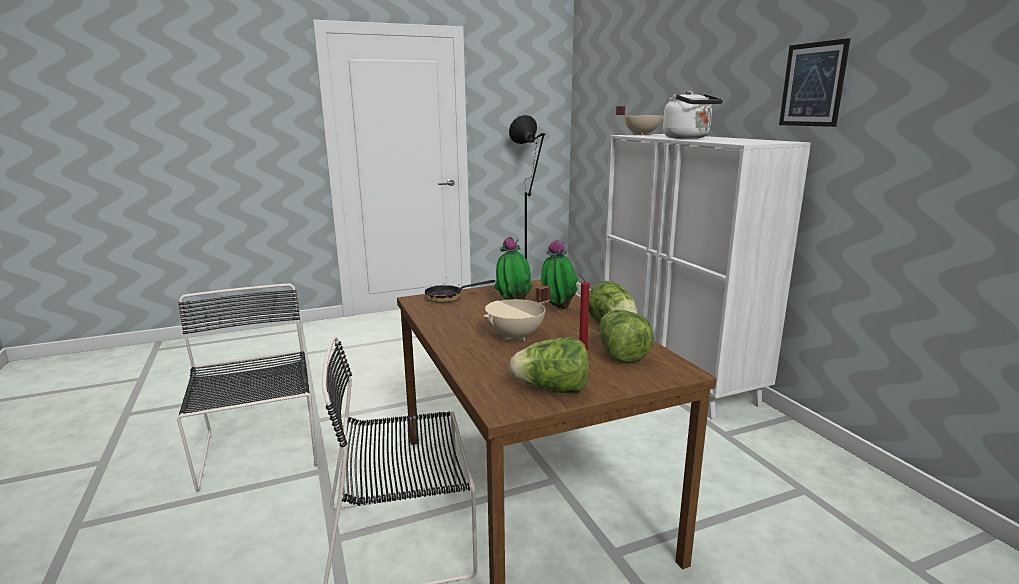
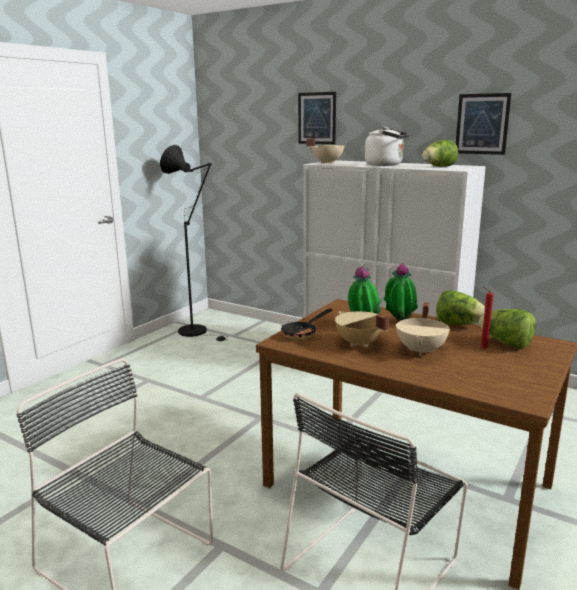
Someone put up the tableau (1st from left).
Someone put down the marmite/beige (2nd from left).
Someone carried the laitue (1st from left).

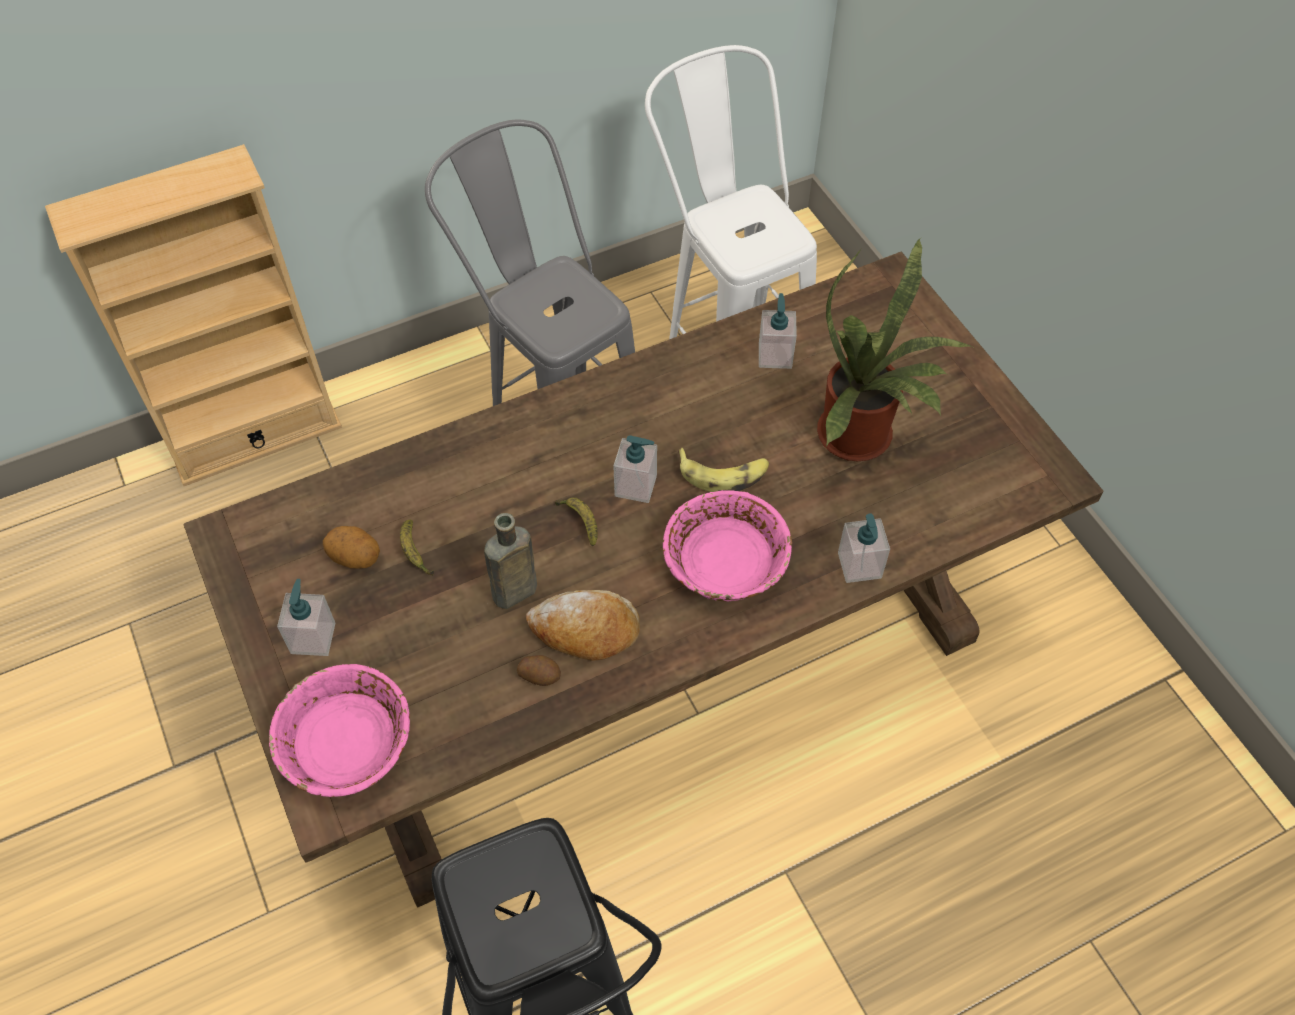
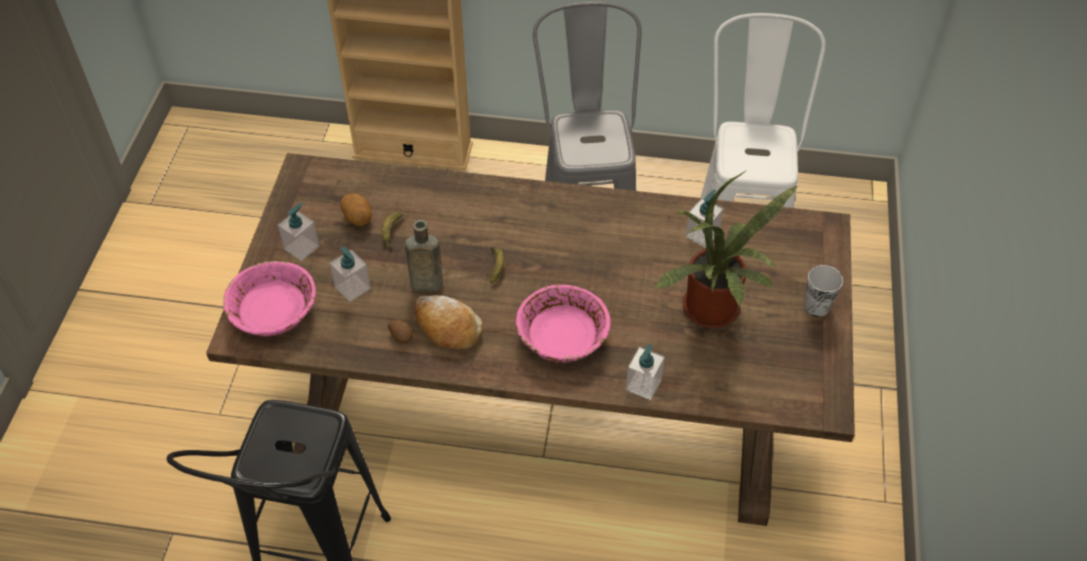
Someone took away the banane (3rd from left).
Someone put down the tasse.
Someone carried the distributeur de savon (2nd from left).

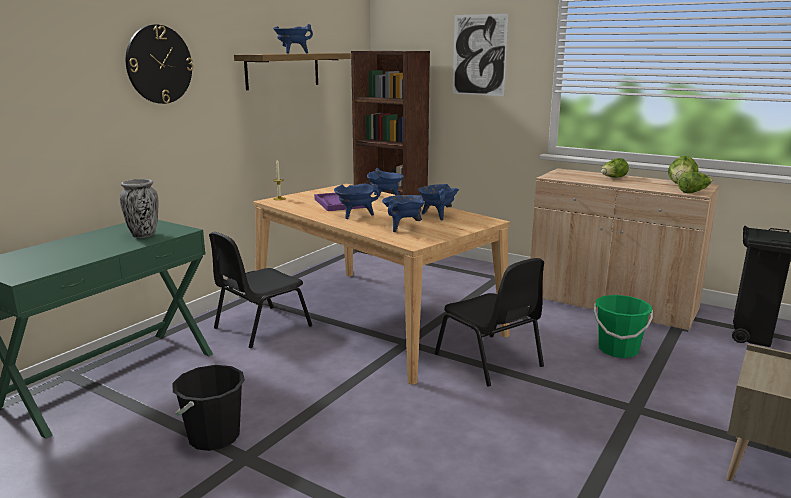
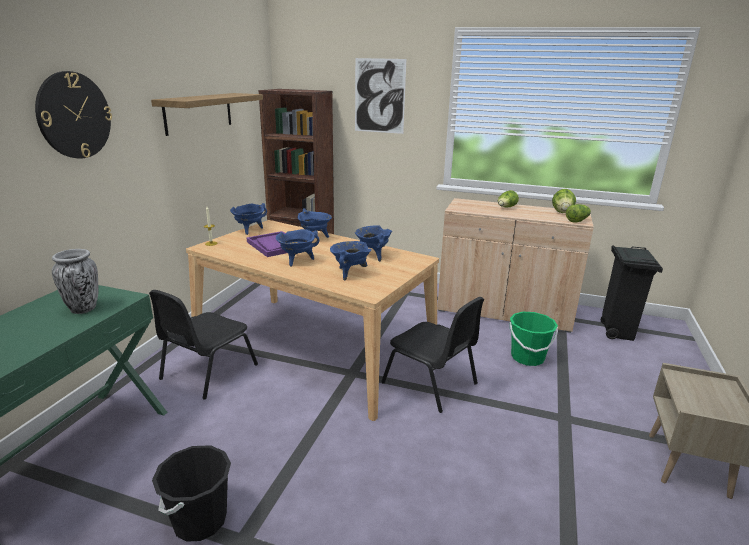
Someone carried the marmite/bleu (1st from left).

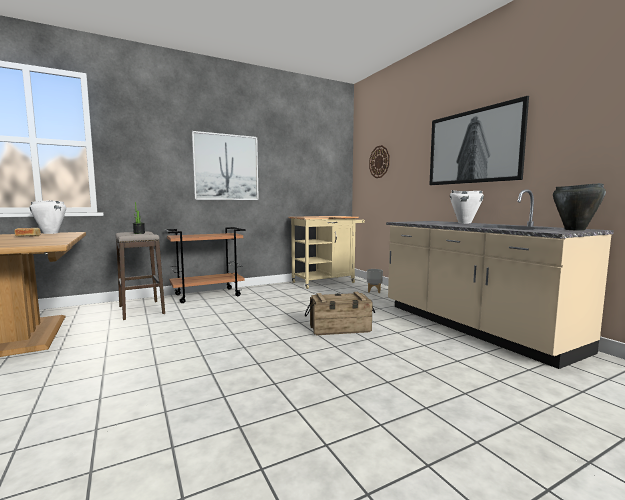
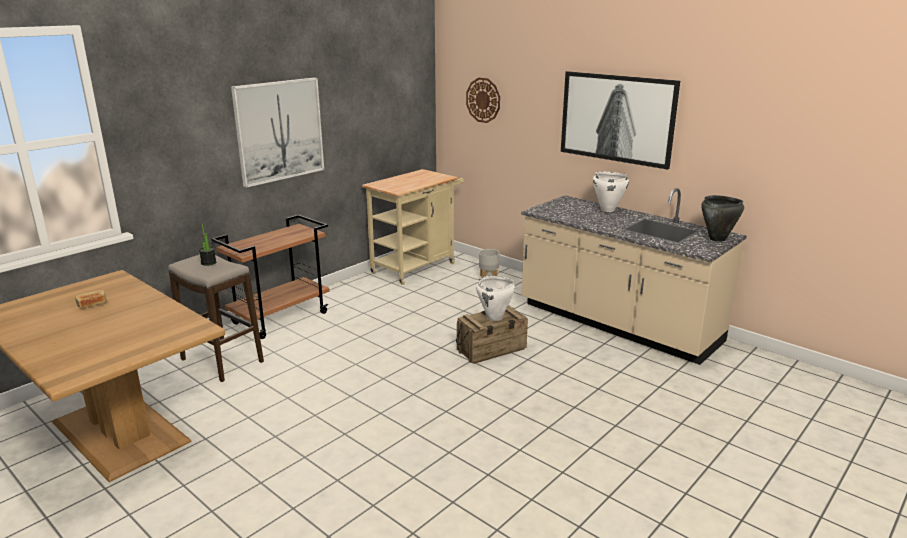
Someone carried the marmite/blanc (1st from left).

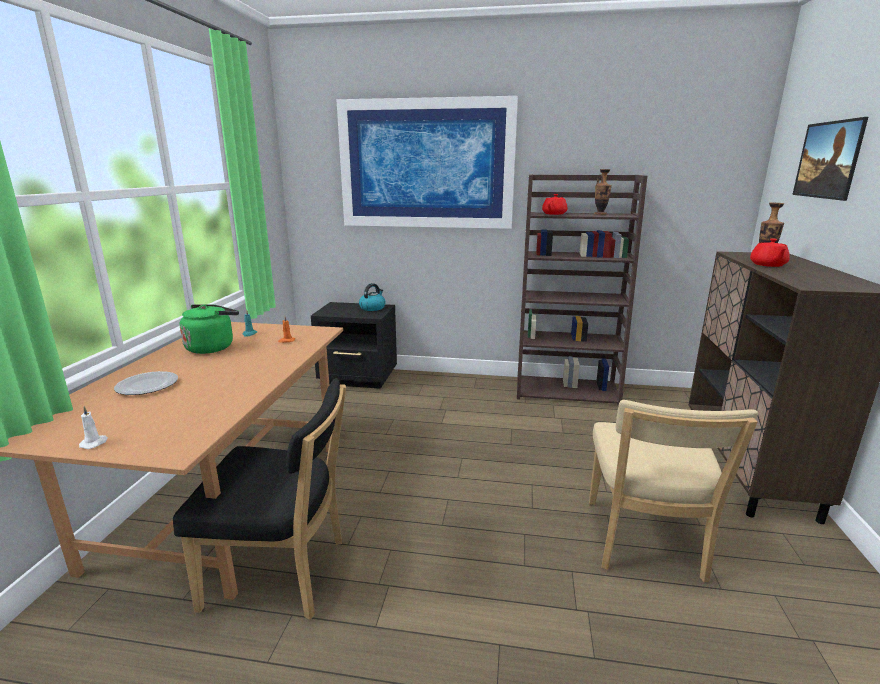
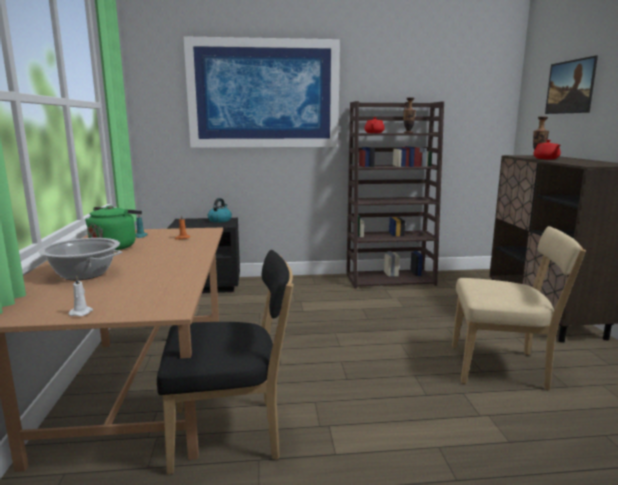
Someone swapped the assiette for the marmite.
Someone rotated the chaise/beige by 75 degrees counterclockwise.

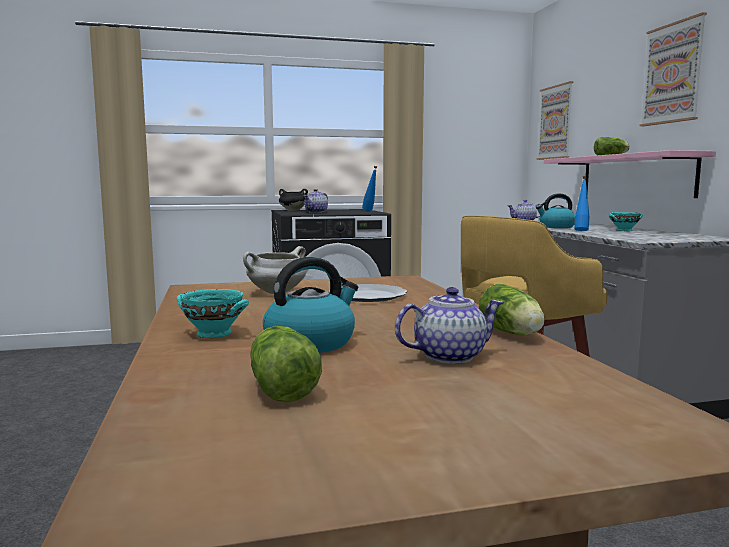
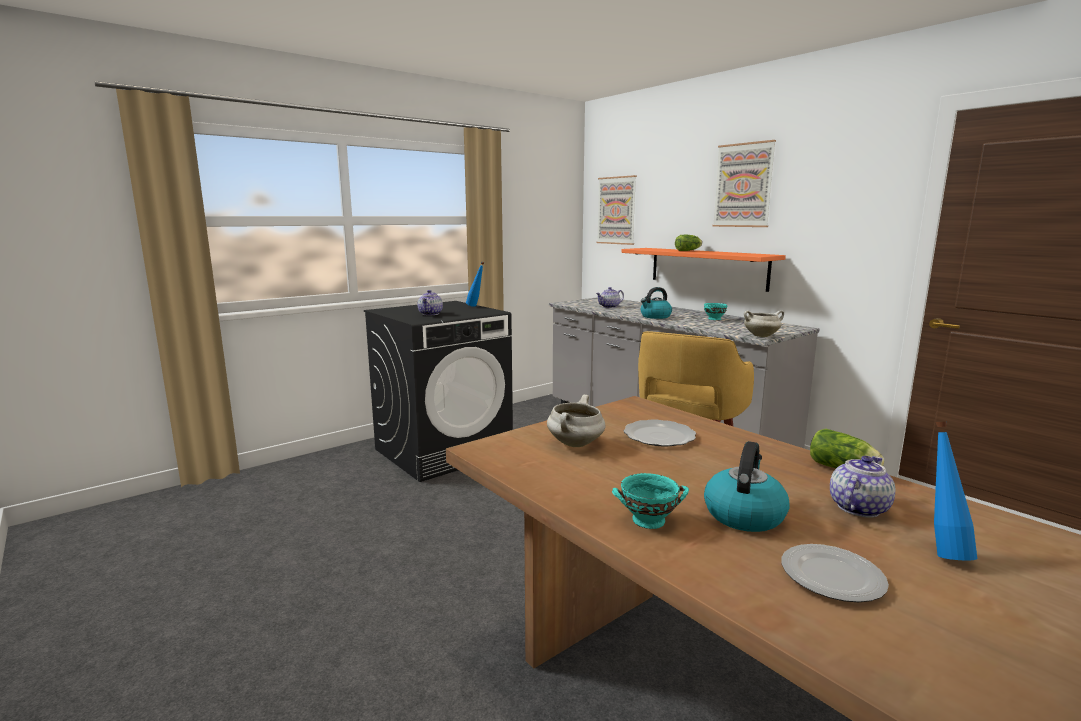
Someone took away the marmite/noir.
Someone put down the marmite/blanc (2nd from left).
Someone carried the bouteille/bleu (2nd from left).
Someone swapped the laitue (1st from left) for the assiette (2nd from left).
Someone repainted the étagère/rose, which became the étagère/orange.

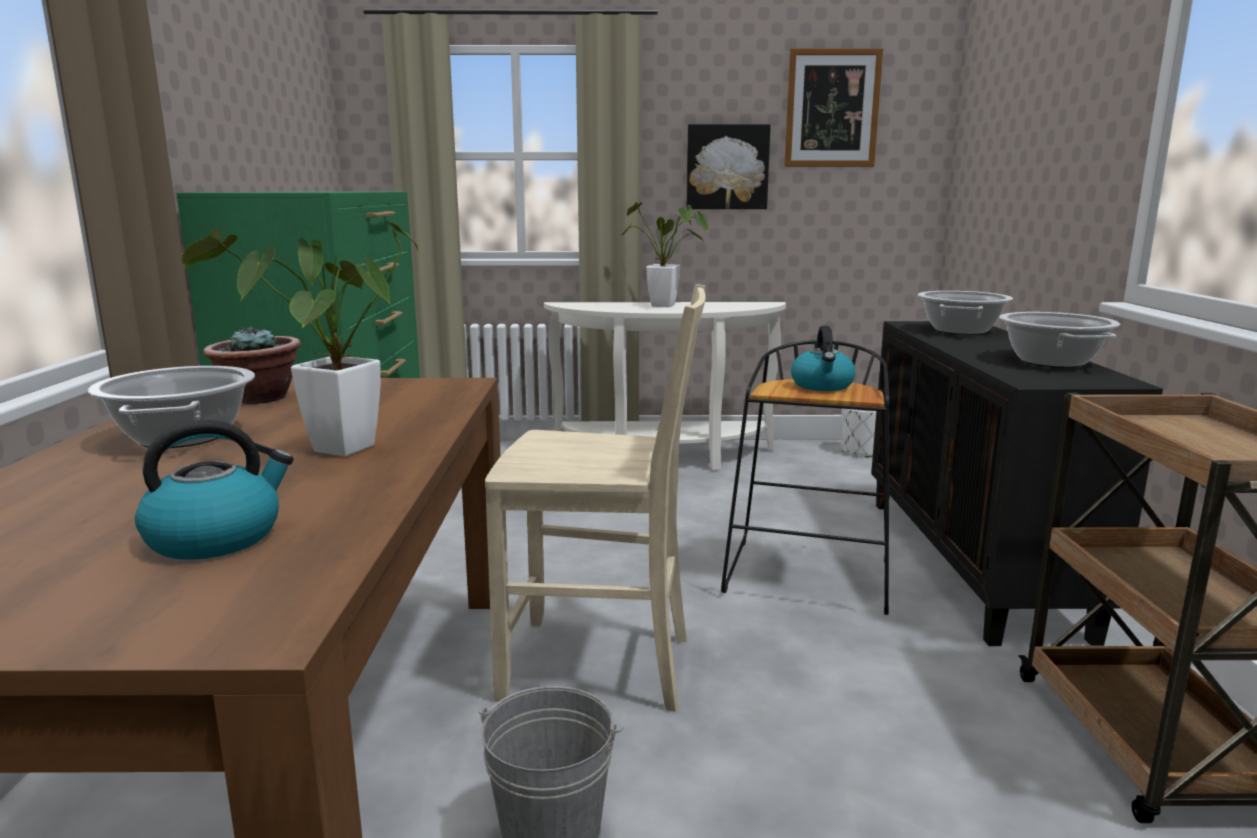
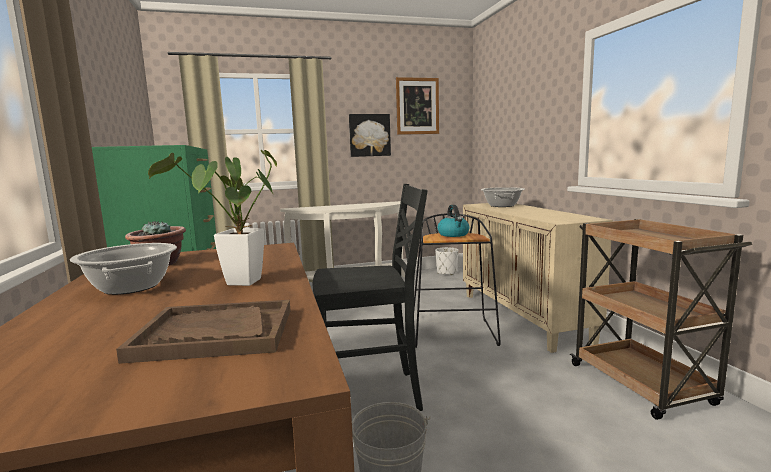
Someone took away the plante en pot (3rd from left).
Someone took away the marmite (3rd from left).
Someone swapped the bouilloire (1st from left) for the plateau/marron.
Someone repainted the chaise/beige, which became the chaise/noir.
Someone repainted the meuble de rangement/noir, which became the meuble de rangement/beige.

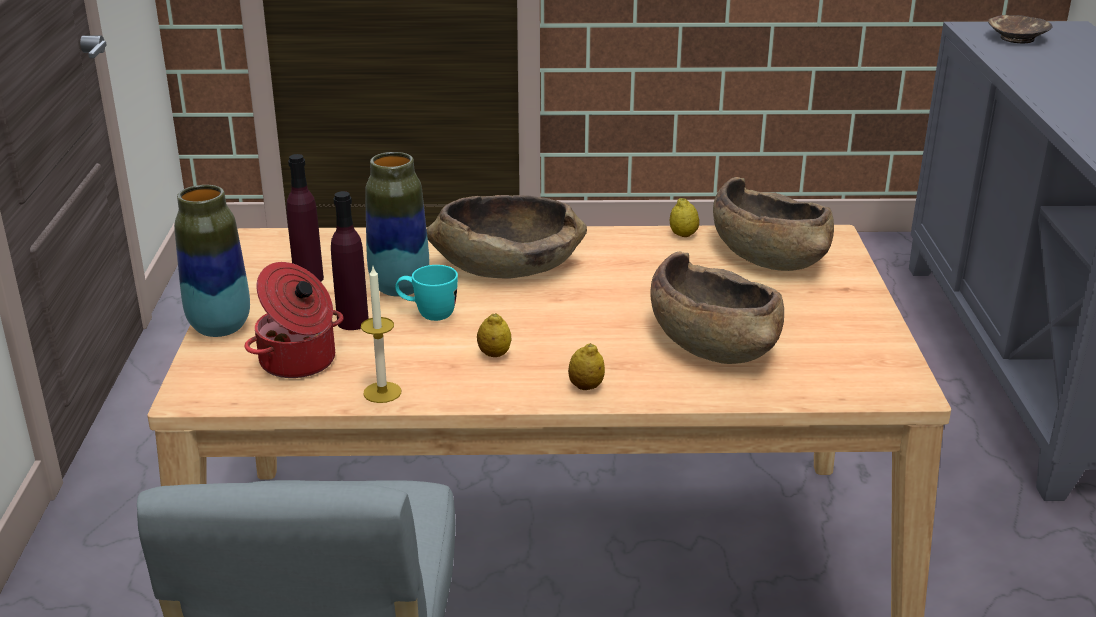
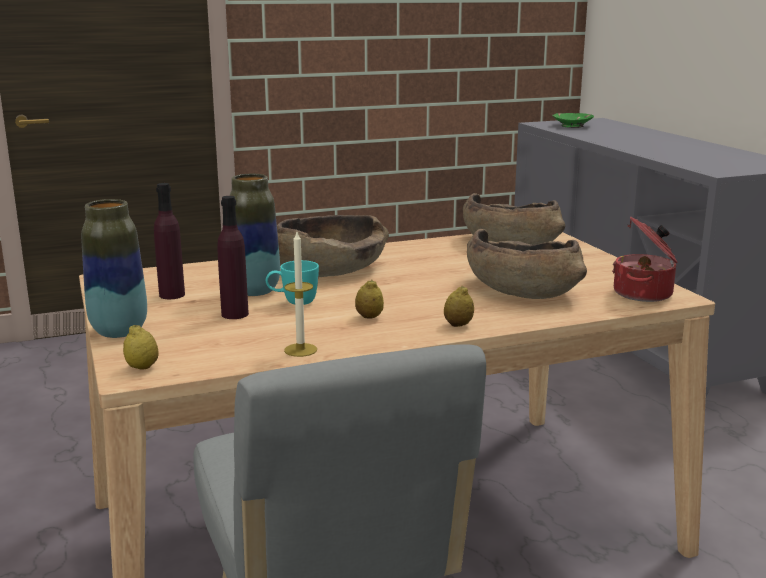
Someone carried the marmite.
Someone carried the citron (3rd from left in the first image).
Someone repainted the bol/marron (4th from left), which became the bol/vert.

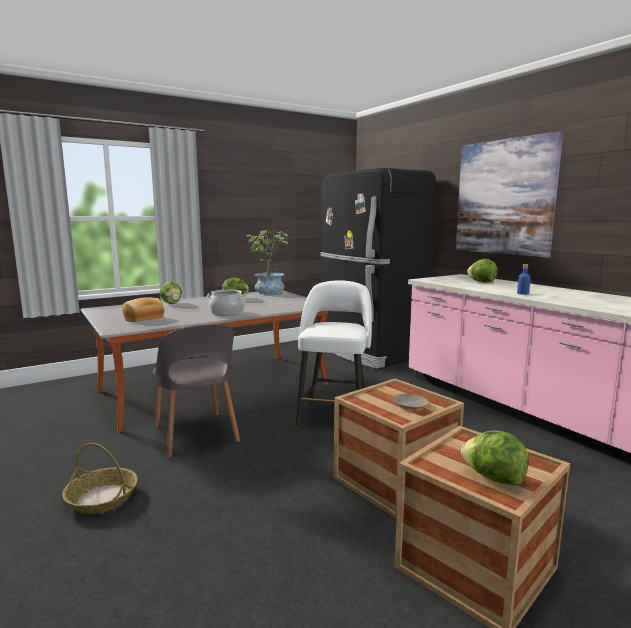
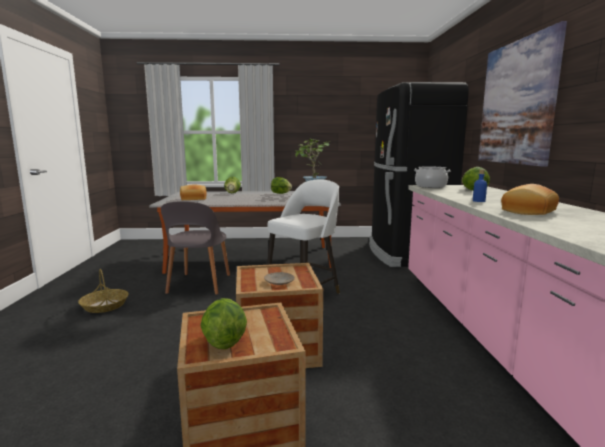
Someone put down the pain (2nd from left).
Someone carried the marmite.

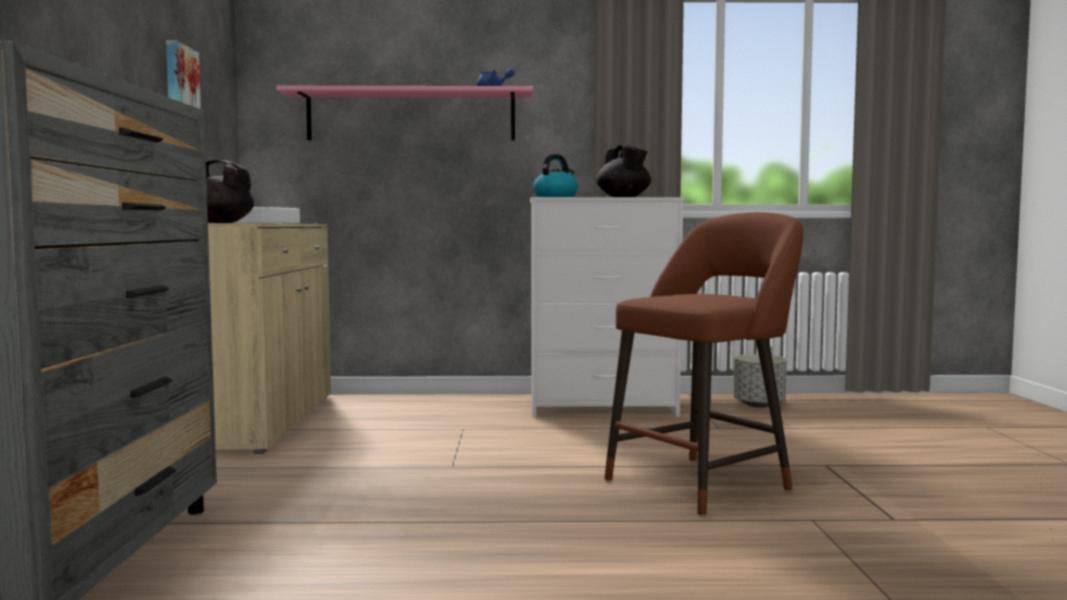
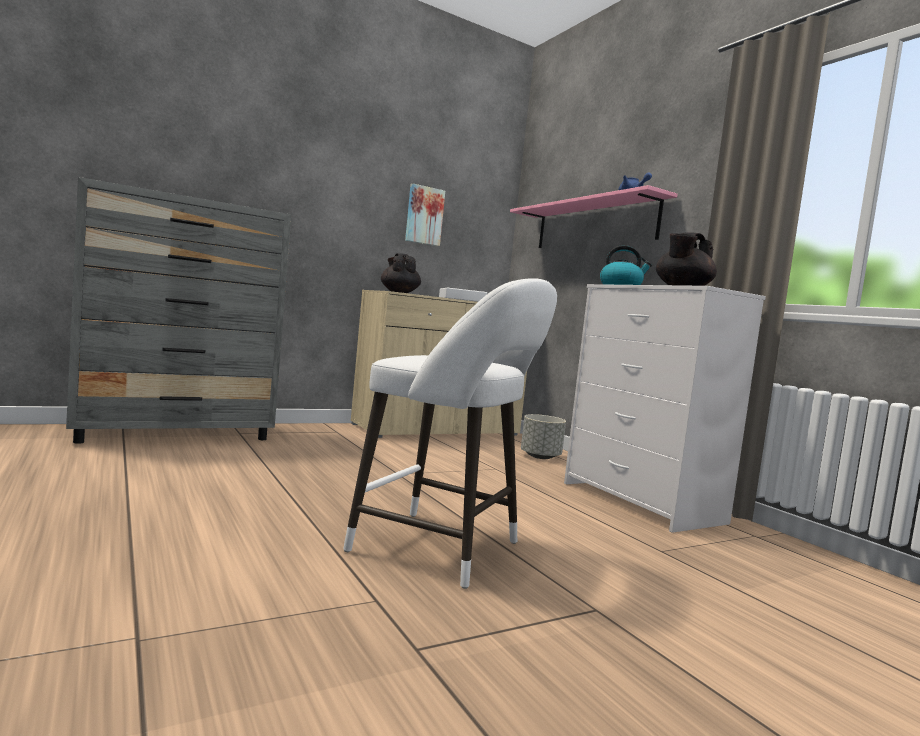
Someone carried the cache-pot/gris.
Someone repainted the tabouret/marron, which became the tabouret/blanc.

